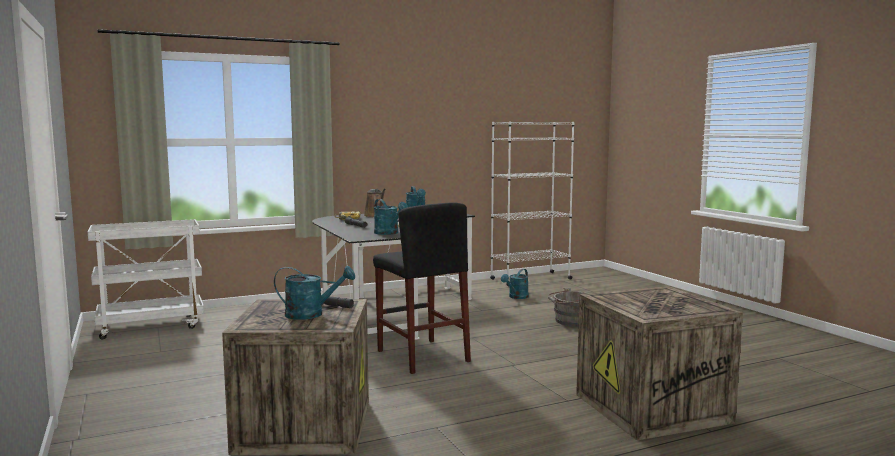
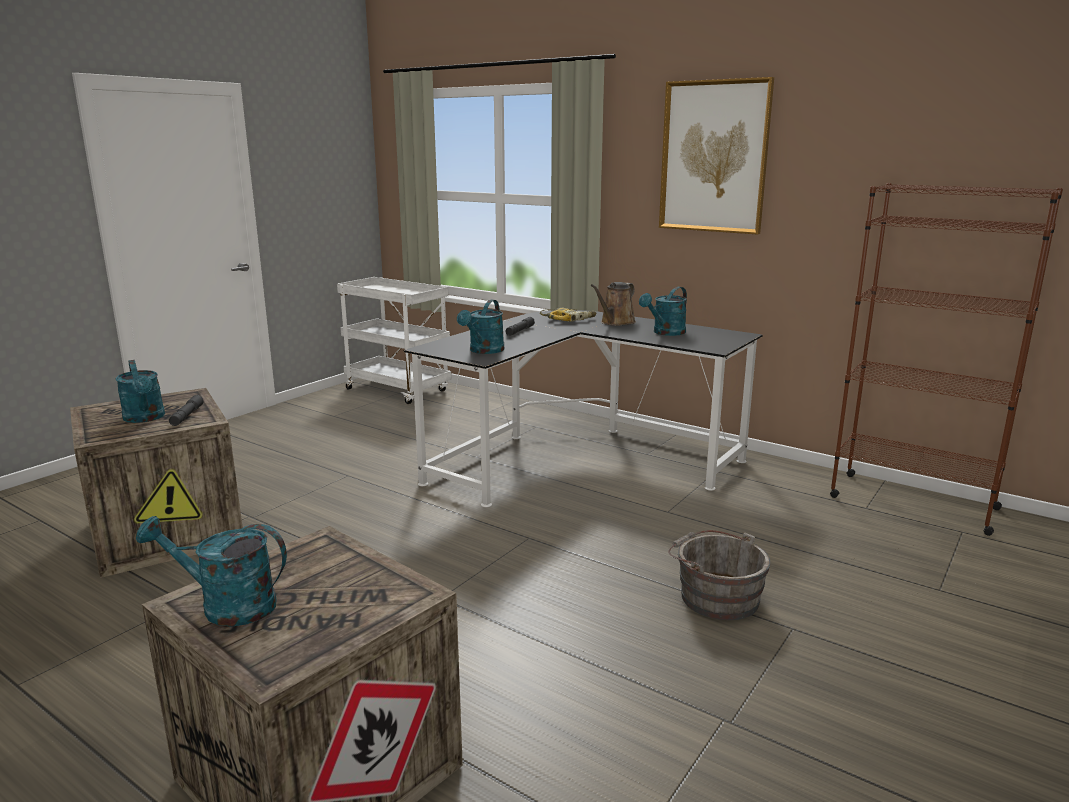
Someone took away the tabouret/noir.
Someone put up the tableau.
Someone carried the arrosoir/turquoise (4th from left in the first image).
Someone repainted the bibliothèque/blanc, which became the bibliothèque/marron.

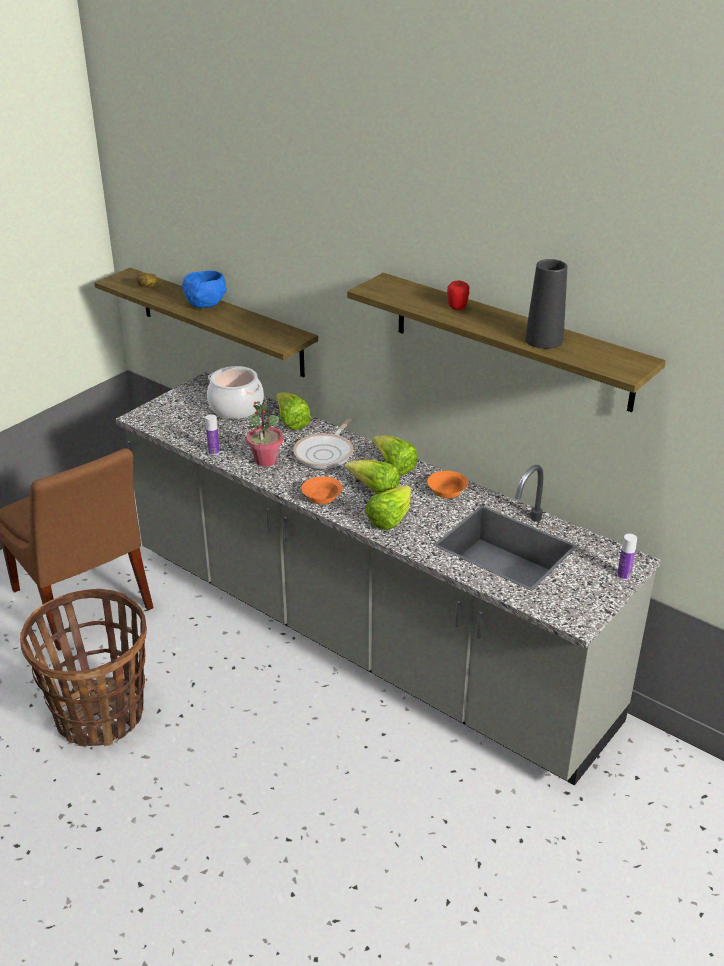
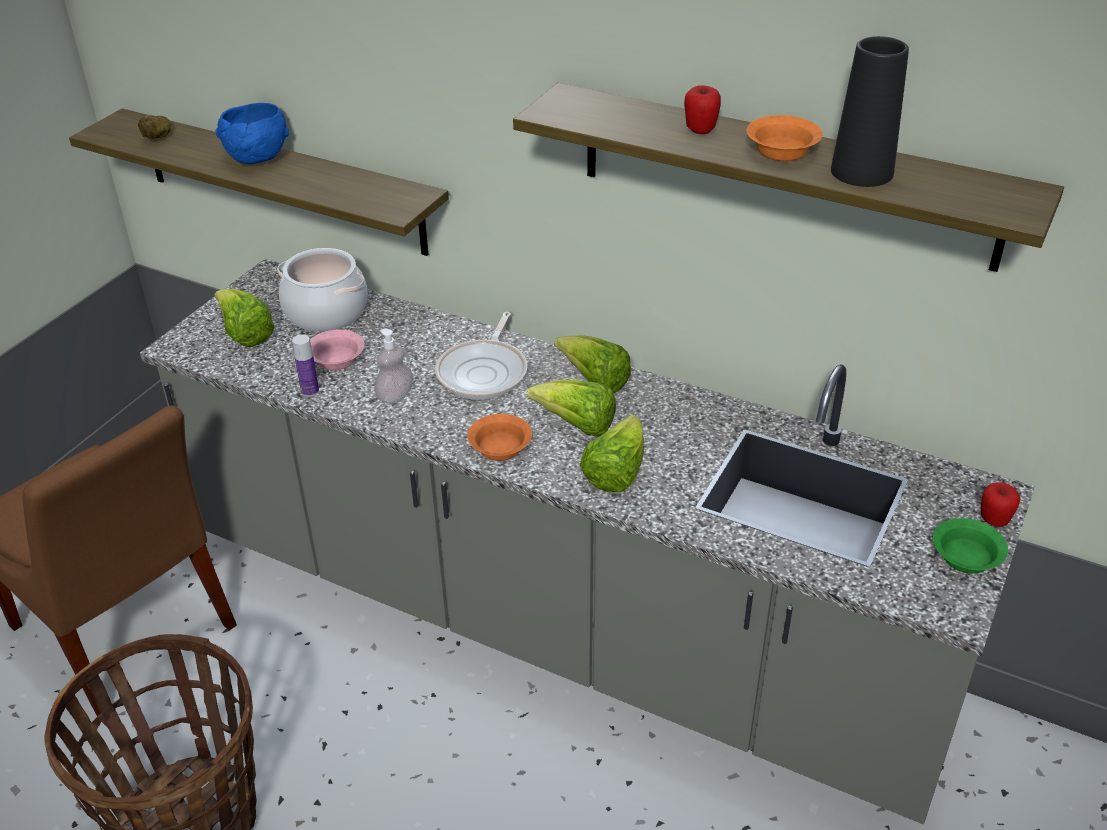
Someone put down the bol/rose.
Someone put down the bol/vert.
Someone carried the laitue (1st from left).
Someone carried the bol/orange (2nd from left).
Someone swapped the plante en pot for the distributeur de savon.
Someone swapped the bouteille (2nd from left) for the pomme (2nd from left).

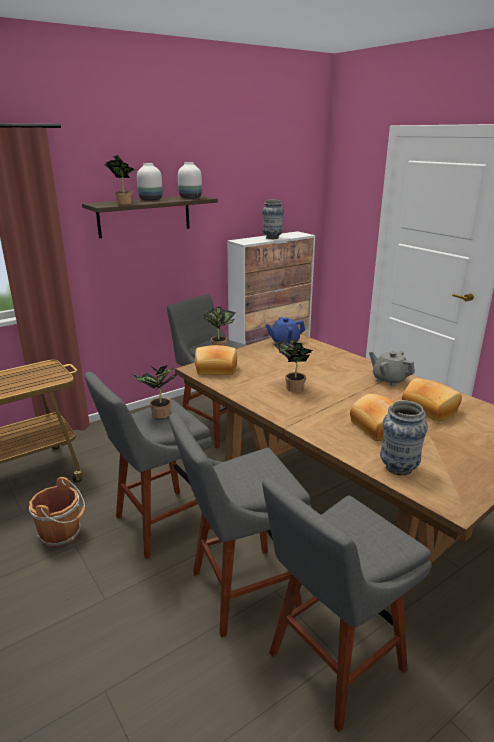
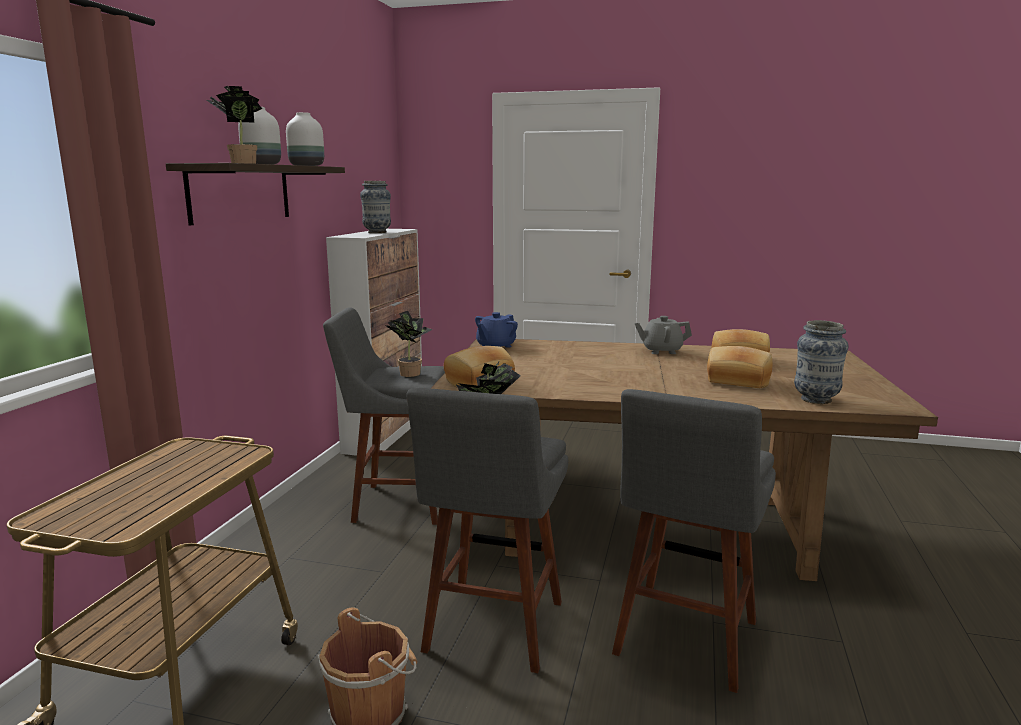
Someone took away the tabouret/gris (4th from left).
Someone took away the plante en pot (4th from left).

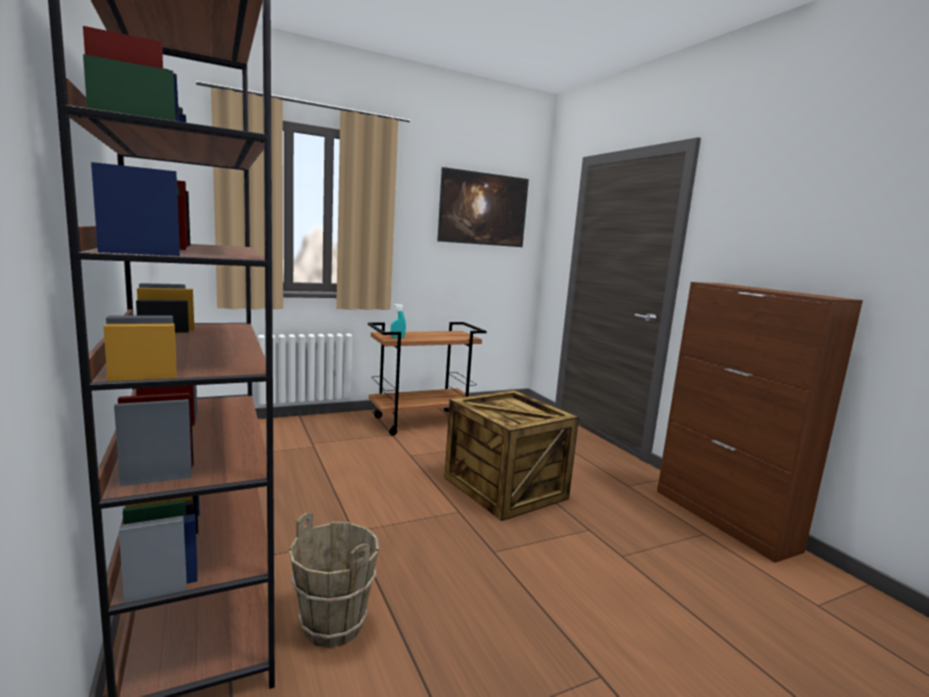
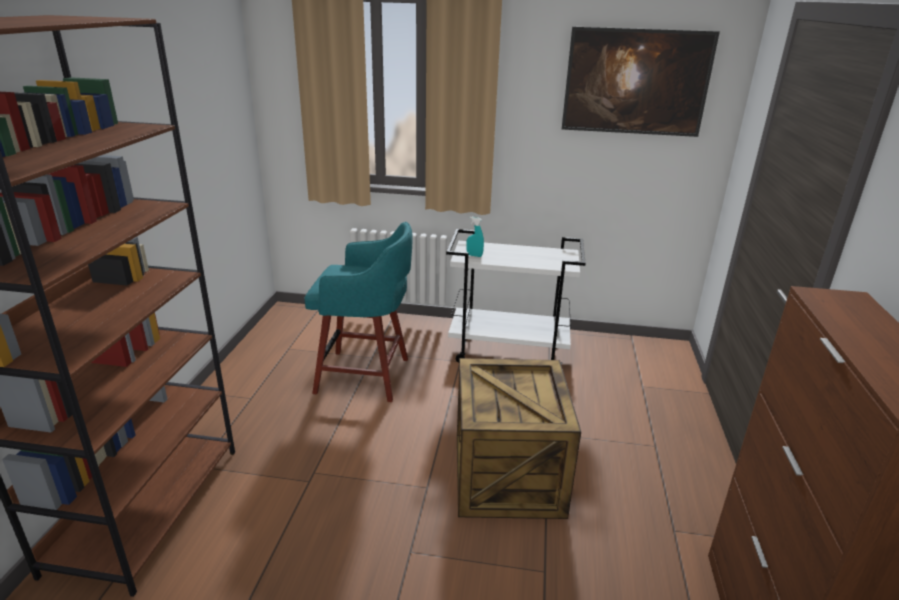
Someone took away the seau/marron.
Someone put down the tabouret/turquoise.
Someone repainted the chariot/marron, which became the chariot/blanc.

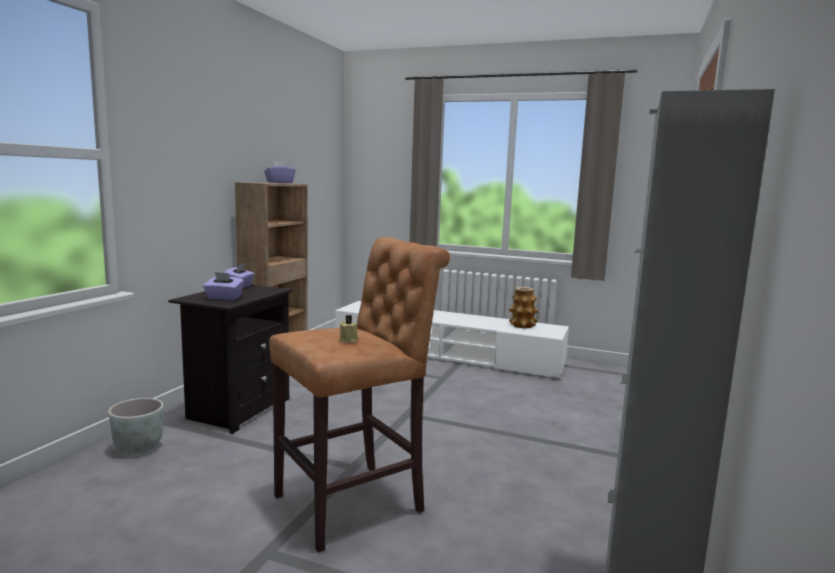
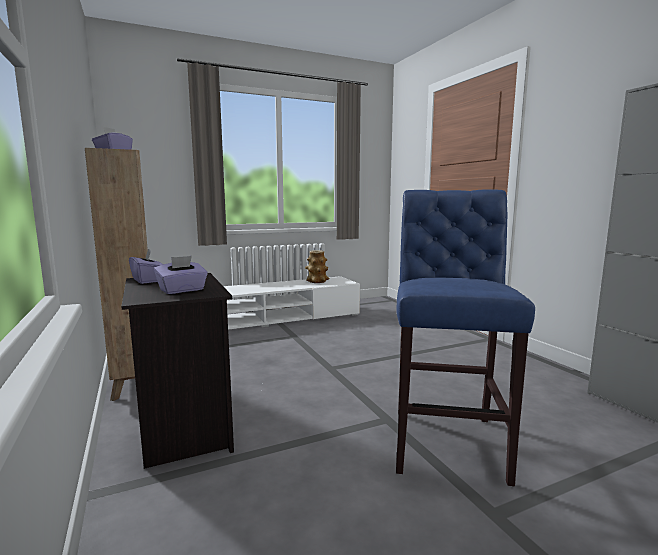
Someone took away the cache-pot/gris.
Someone took away the bougie/beige.
Someone repainted the tabouret/marron, which became the tabouret/bleu.

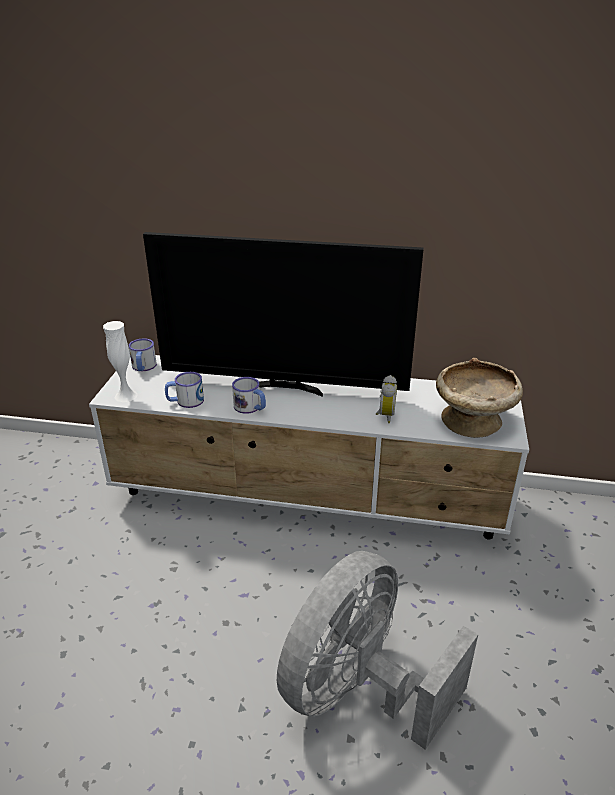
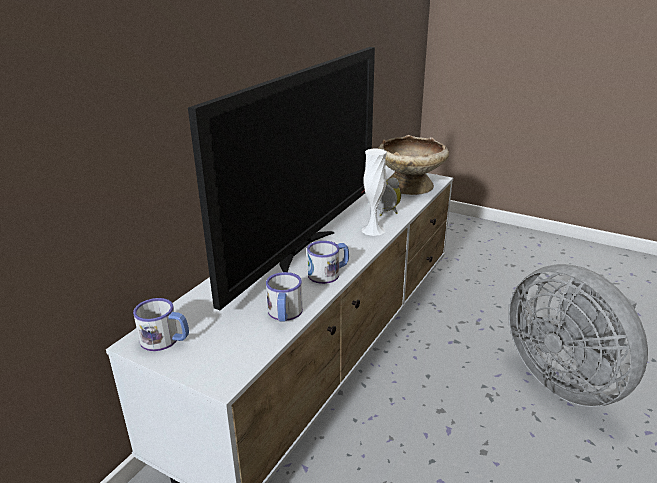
Someone carried the vase/blanc.

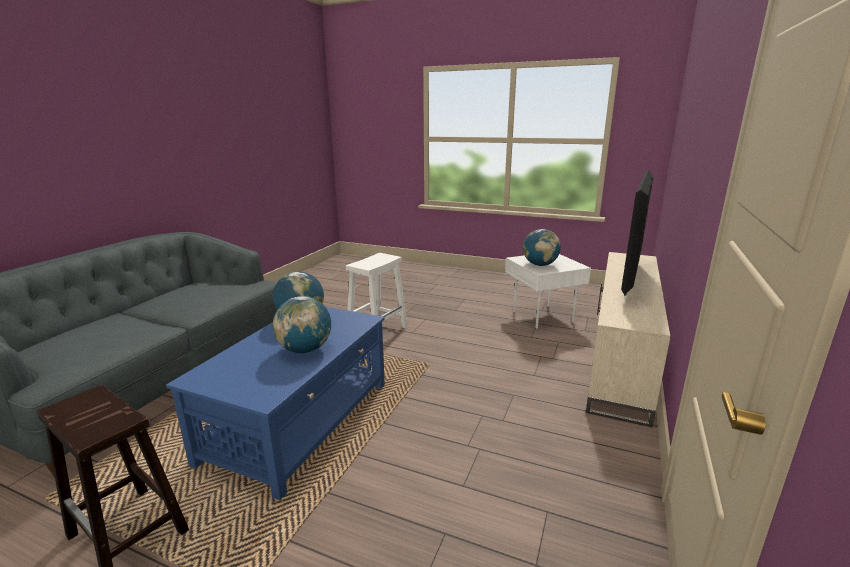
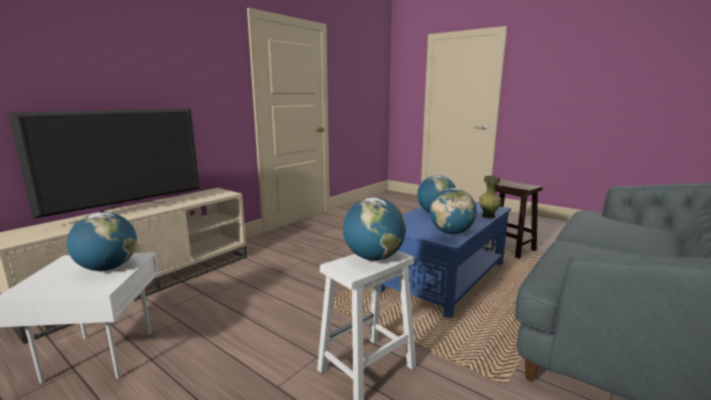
Someone put down the globe (2nd from left).
Someone put down the vase/vert.

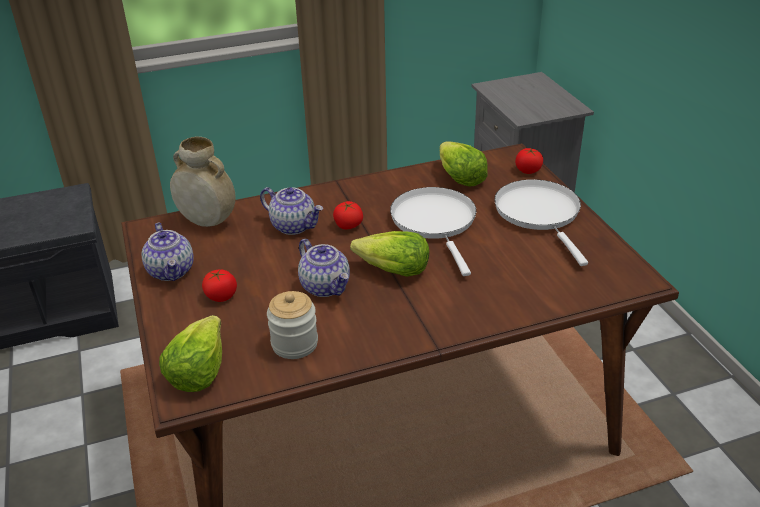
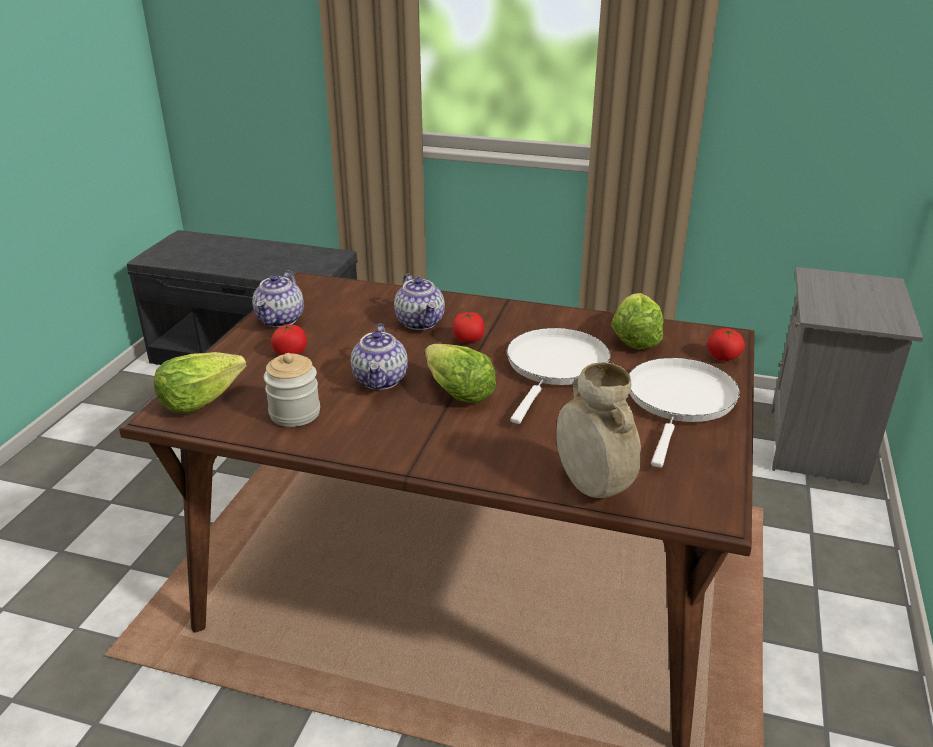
Someone carried the vase/beige.

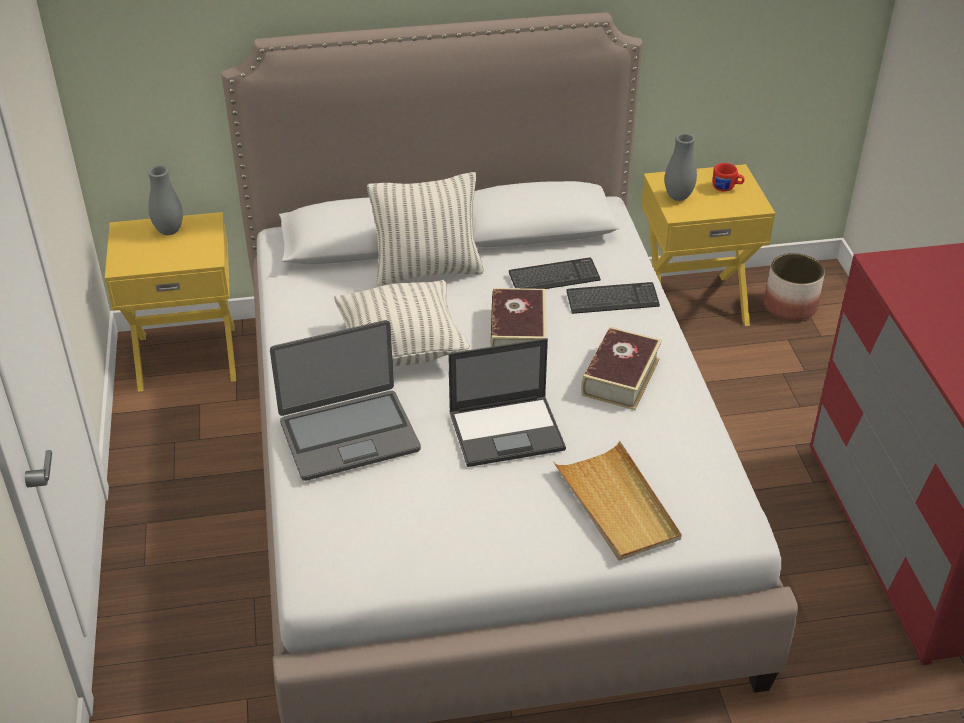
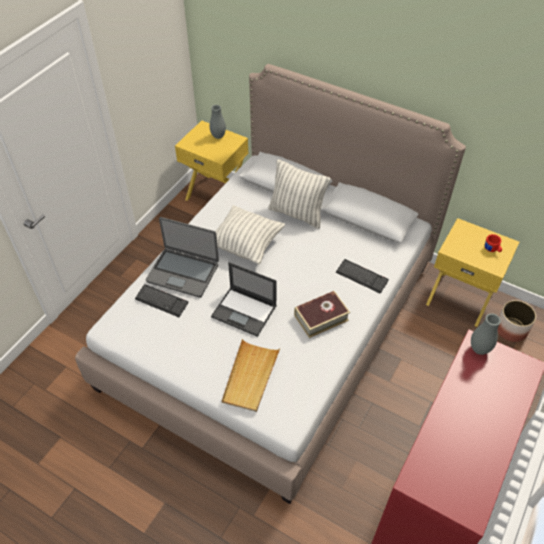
Someone took away the livre (1st from left).
Someone carried the clavier (1st from left).
Someone carried the vase/gris (2nd from left).

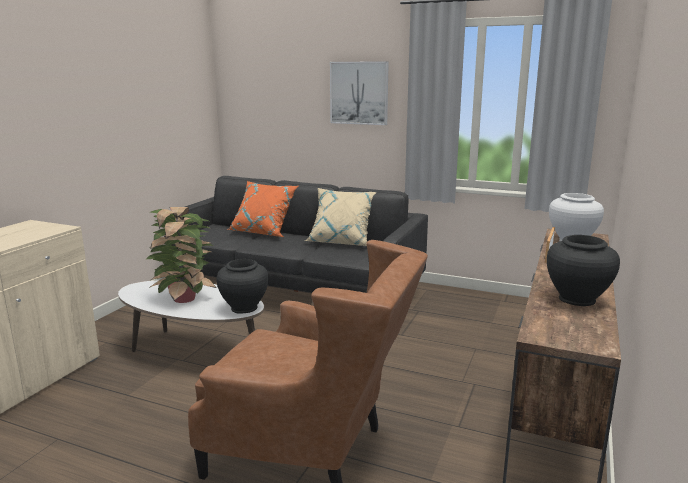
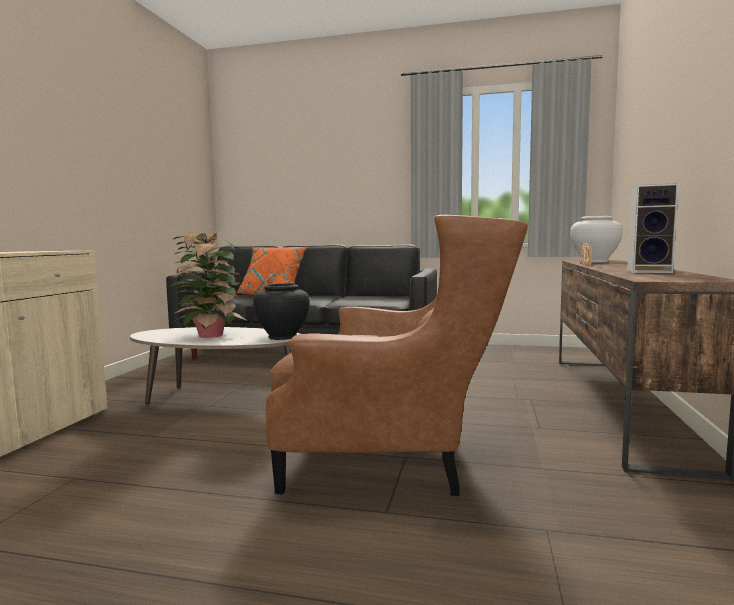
Someone took away the coussin/beige.
Someone took away the tableau.
Someone swapped the vase/noir (2nd from left) for the enceinte.

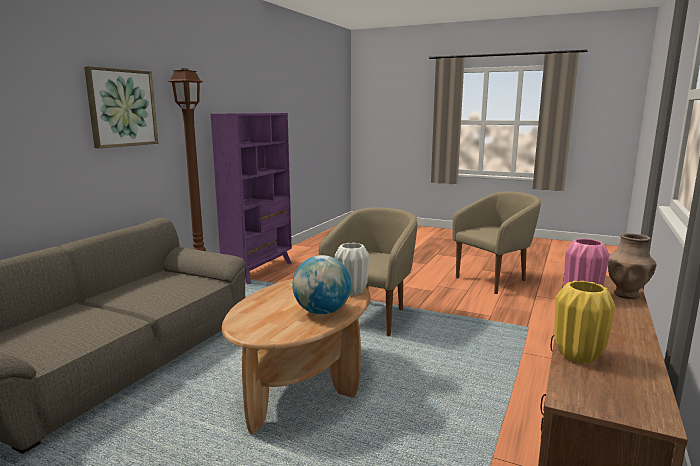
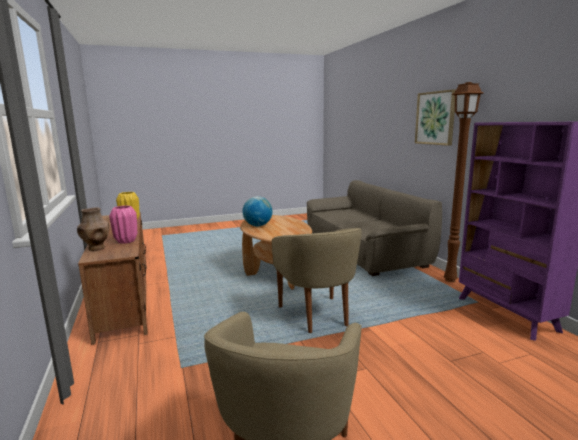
Someone took away the vase/blanc.

